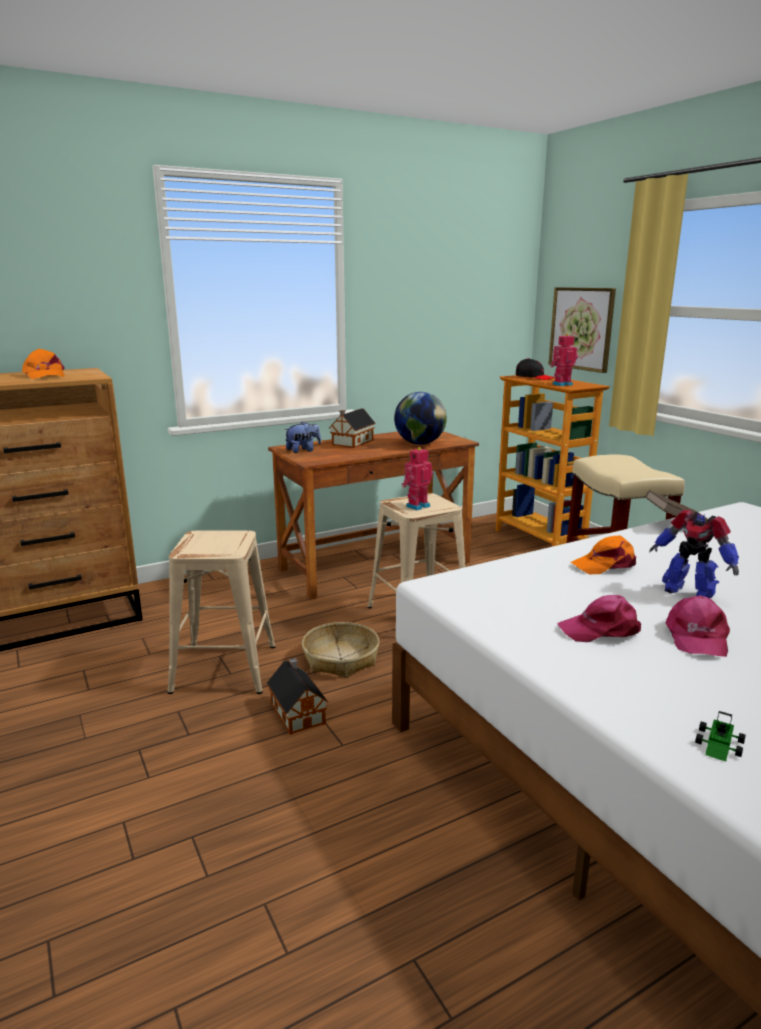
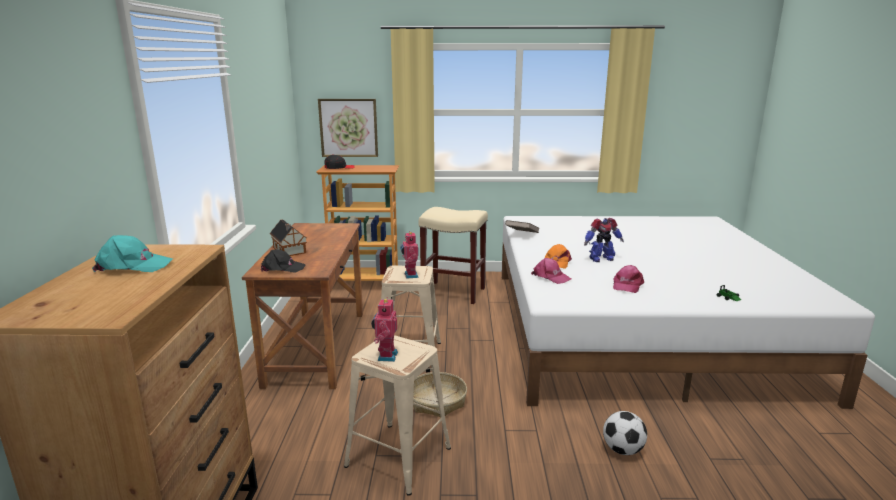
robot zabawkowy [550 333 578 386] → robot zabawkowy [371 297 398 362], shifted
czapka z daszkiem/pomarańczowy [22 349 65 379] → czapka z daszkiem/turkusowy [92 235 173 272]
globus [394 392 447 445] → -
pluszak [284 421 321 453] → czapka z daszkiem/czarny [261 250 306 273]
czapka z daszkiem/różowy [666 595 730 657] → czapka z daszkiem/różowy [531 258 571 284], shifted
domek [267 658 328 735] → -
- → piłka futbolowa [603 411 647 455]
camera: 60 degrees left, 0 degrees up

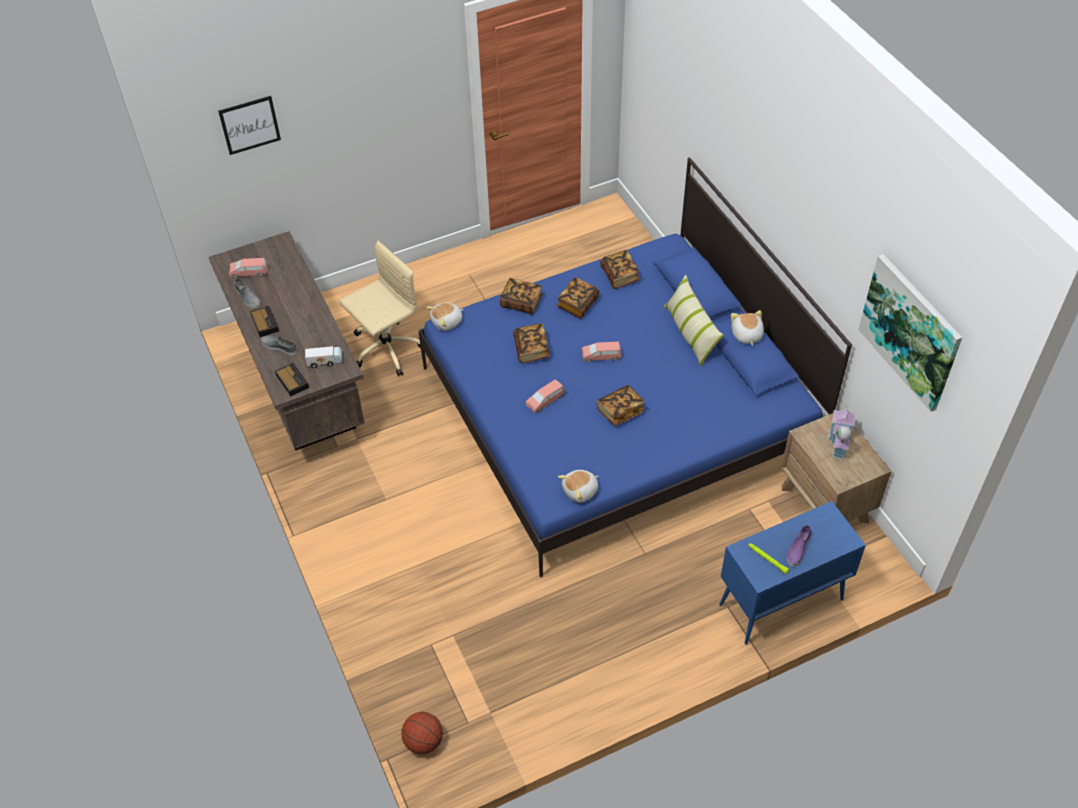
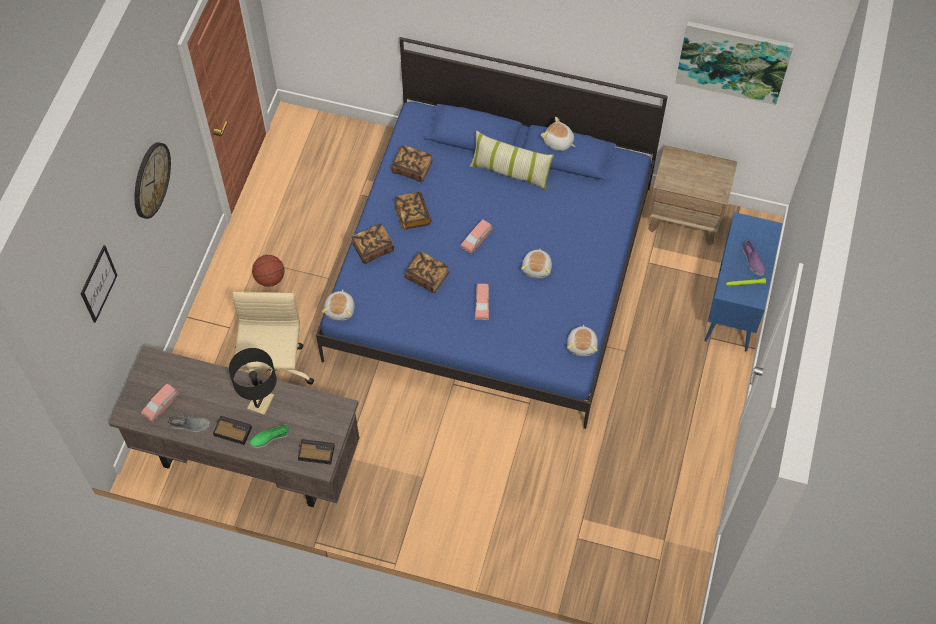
but/szary [261 336 297 355] → but/zielony [250 425 290 448]
ciężarówka zabawkowa [305 346 342 368] → -
książka [597 385 645 426] → pluszak [521 249 552 278]
domek [828 405 855 459] → -
piłka do koszykówki [401 712 443 754] → piłka do koszykówki [252 255 284 287], shifted
- → zegar ścienny [134 142 171 219]
- → lampa stołowa/czarny [229 348 277 416]
camera: 50 degrees left, 10 degrees up

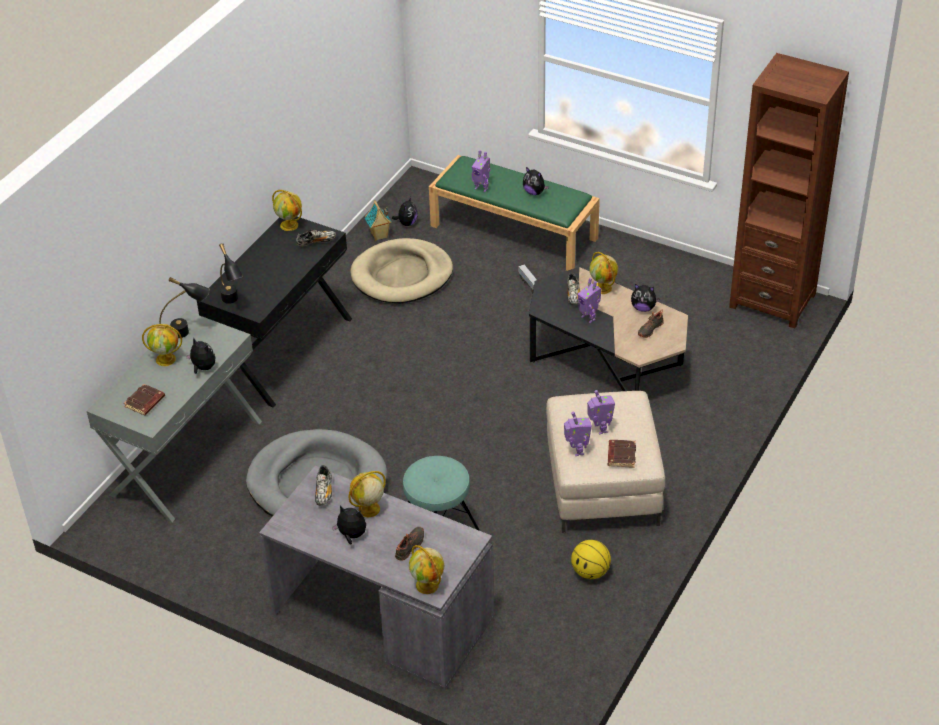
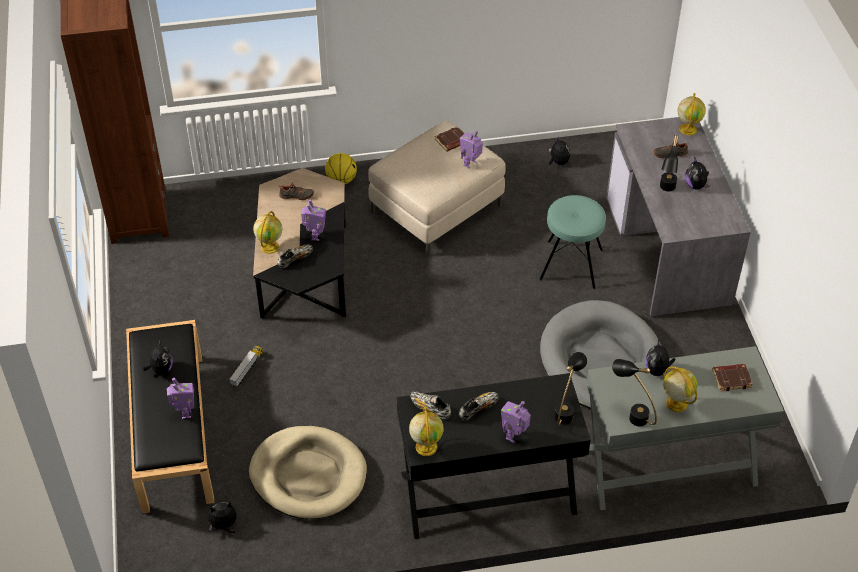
ławka/zielony [429 155 600 271] → ławka/czarny [126 320 214 513]
domek [365 200 392 241] → -
pluszak [631 284 660 312] → pluszak [549 136 570 165], shifted
robot zabawkowy [587 390 615 435] → robot zabawkowy [501 401 531 443], shifted
but [315 465 332 505] → but [459 392 499 420], shifted
globus [349 471 386 517] → lampa stołowa/czarny [660 135 679 191]
piłka do koszykówki [571 540 611 579] → piłka do koszykówki [325 153 357 184], shifted
camera: 130 degrees left, 5 degrees up

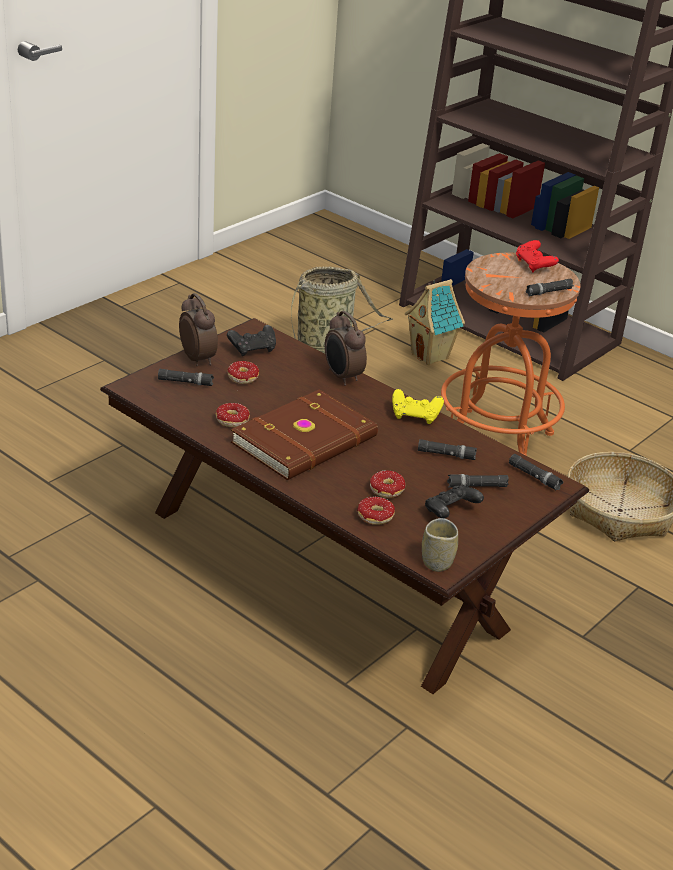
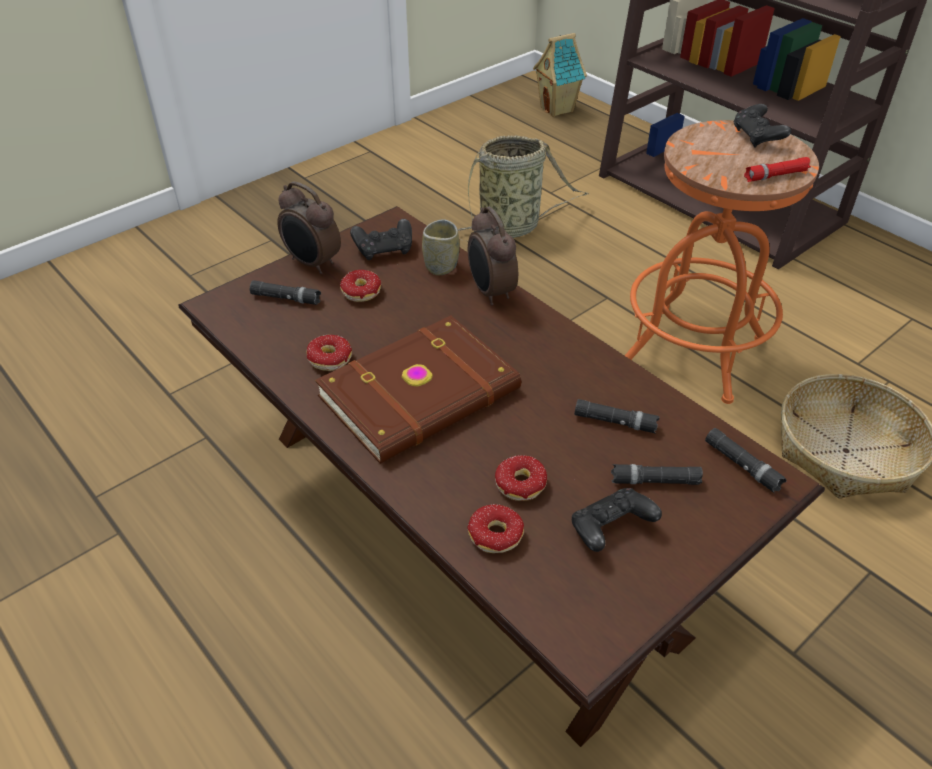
pad do gier/czerwony [516 240 559 272] → pad do gier/czarny [734 104 791 148]
domek [405 279 465 365] → domek [533 33 587 117], shifted
latarka/czarny [526 279 574 296] → latarka/czerwony [744 157 811 182]
budzik [179 293 218 366] → budzik [277 181 341 274], 150 degrees clockwise
pad do gier/żółty [392 389 444 424] → -
filiżanka [422 518 458 572] → filiżanka [422 219 460 275], shifted
camera: 10 degrees right, 10 degrees up

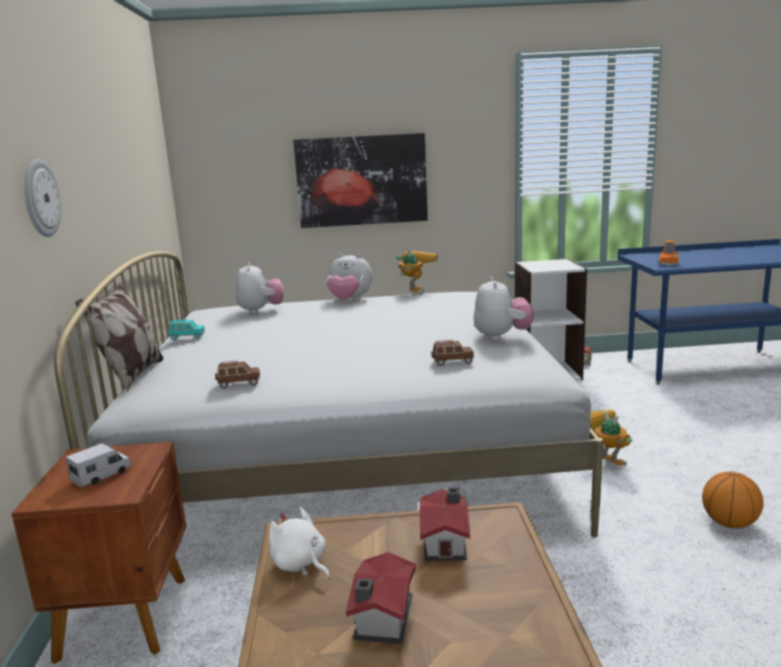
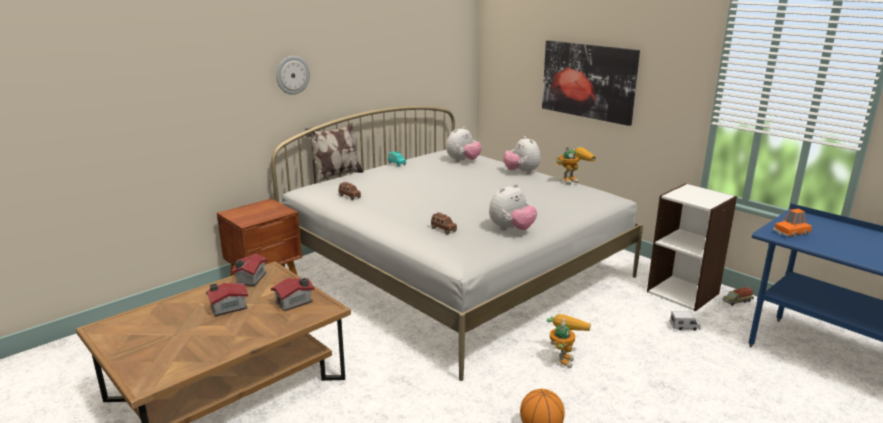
ciężarówka zabawkowa [65 443 132 488] → ciężarówka zabawkowa [670 311 701 331], shifted
pluszak/biały [269 507 330 579] → domek [231 254 268 286]
camera: 50 degrees right, 5 degrees up

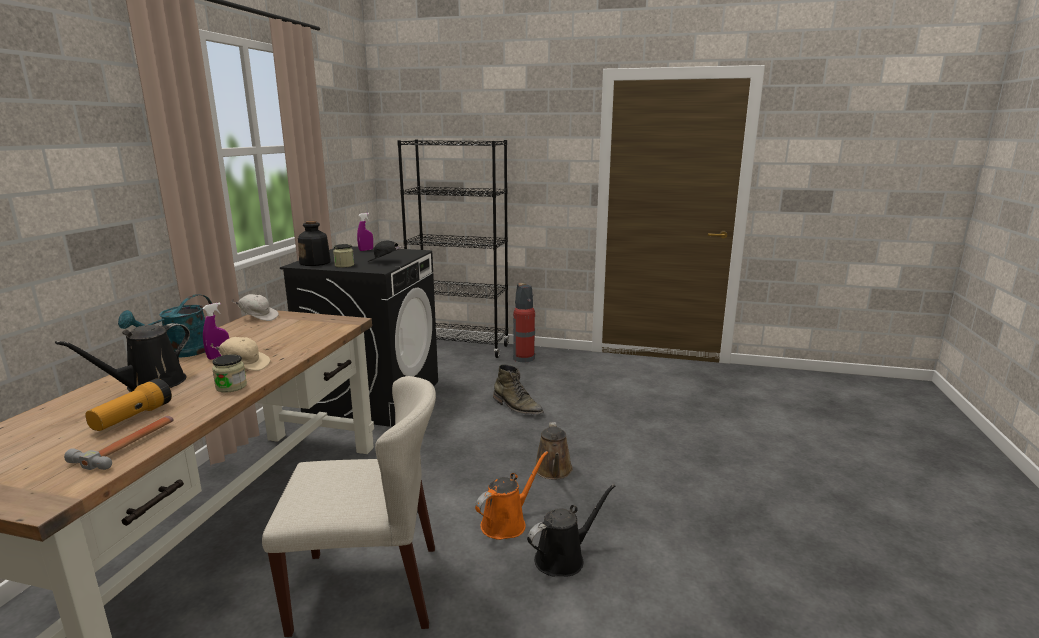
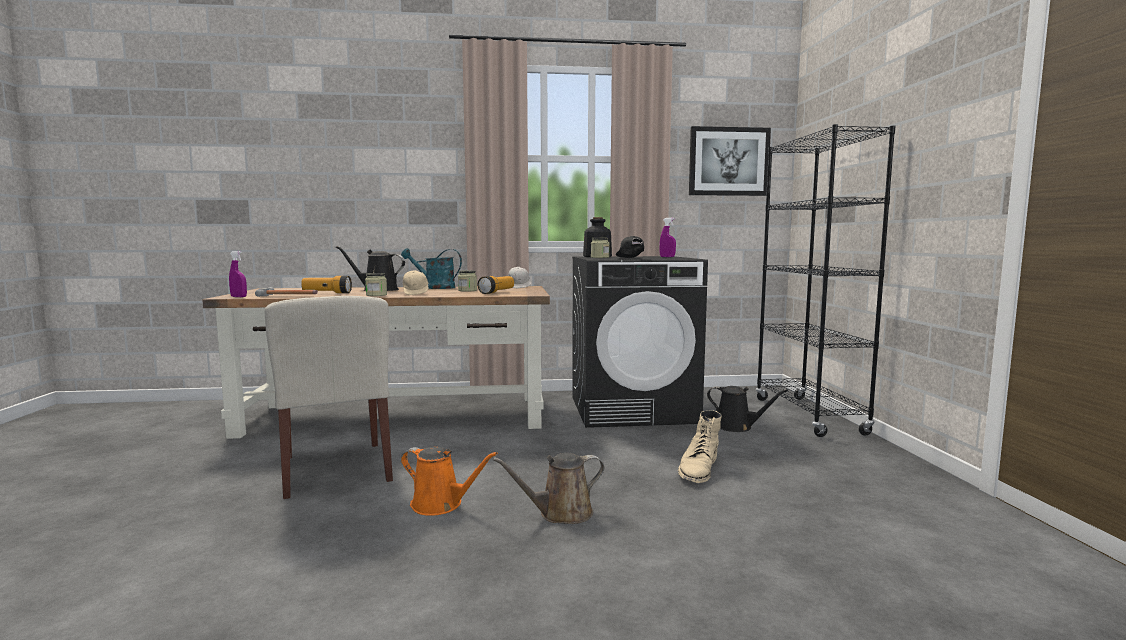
gaśnica [513 283 535 362] → -
spryskiwacz/fioletowy [202 303 229 360] → spryskiwacz/fioletowy [229 251 247 297], shifted
but z cholewką/zielony [493 364 544 415] → but z cholewką/beżowy [678 410 722 483]
konewka/czarny [527 484 615 577] → konewka/czarny [707 386 788 432], shifted
- → obraz [689 126 771 196]
- → słoik [458 270 477 292]
- → latarka [478 276 514 294]
camera: 70 degrees right, 10 degrees down

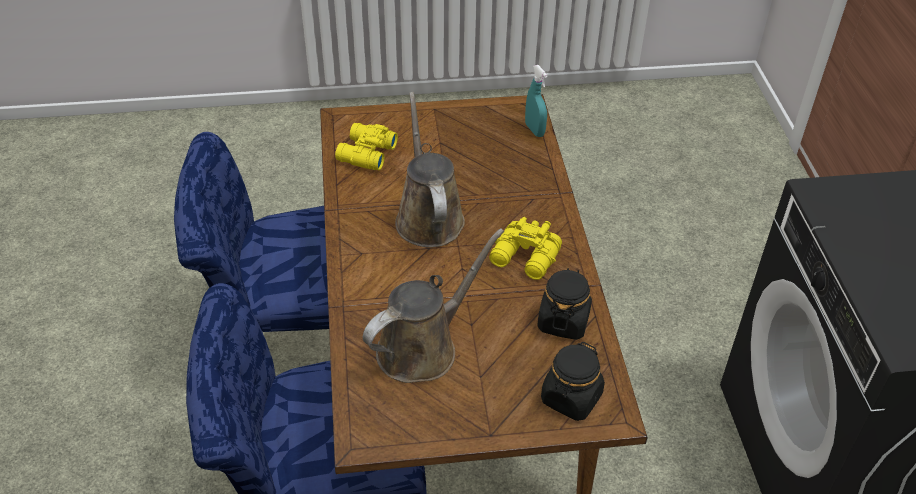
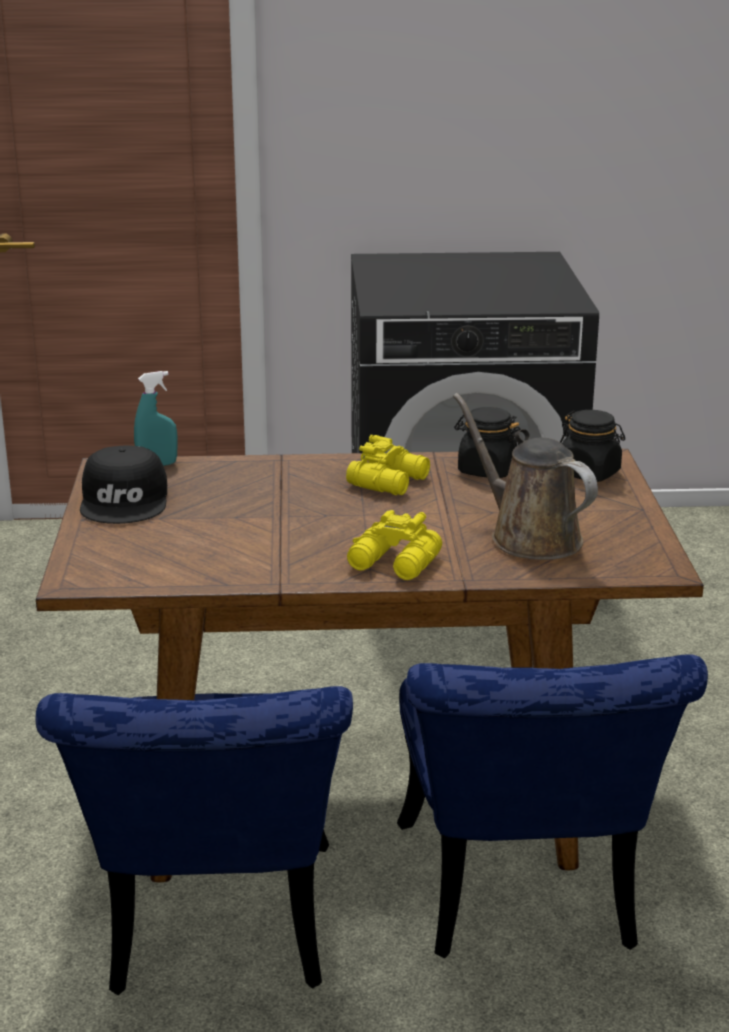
konewka/brązowy [395 92 465 247] → -
lornetka/żółty [335 123 398 170] → lornetka/żółty [347 510 442 580], shifted
- → czapka z daszkiem/czarny [80 446 167 524]
camera: 85 degrees left, 20 degrees down

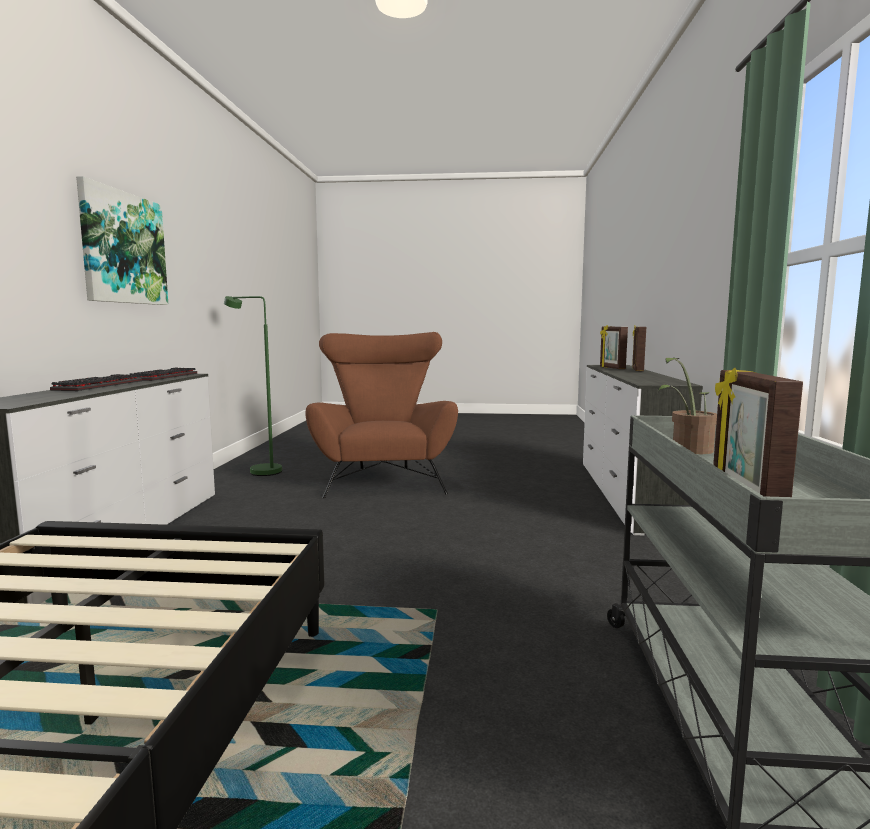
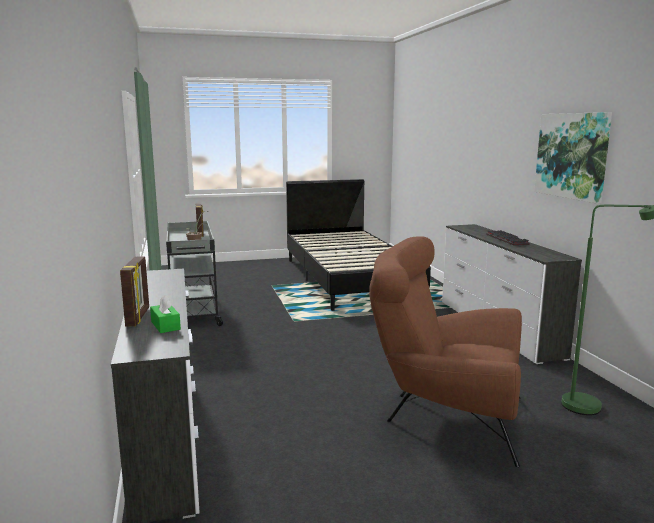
ramka na zdjęcie [600 325 628 369] → pudełko chusteczek/zielony [150 295 181 333]
fotel/brązowy [305 332 458 498] → fotel/brązowy [369 236 522 467], 135 degrees clockwise
klawiatura [129 368 197 381] → -
camera: 160 degrees right, 5 degrees up

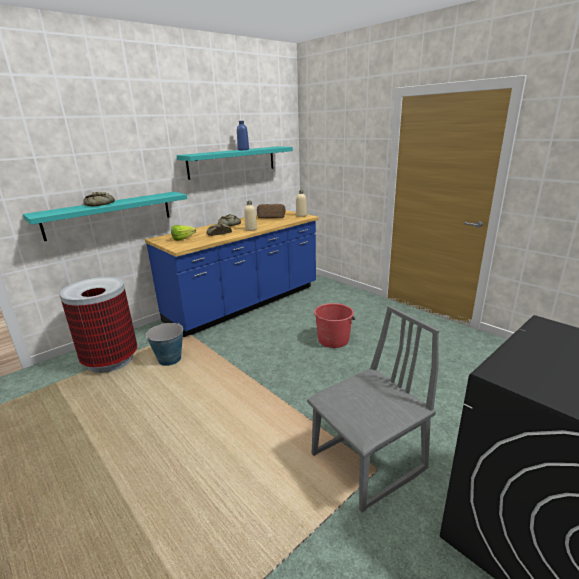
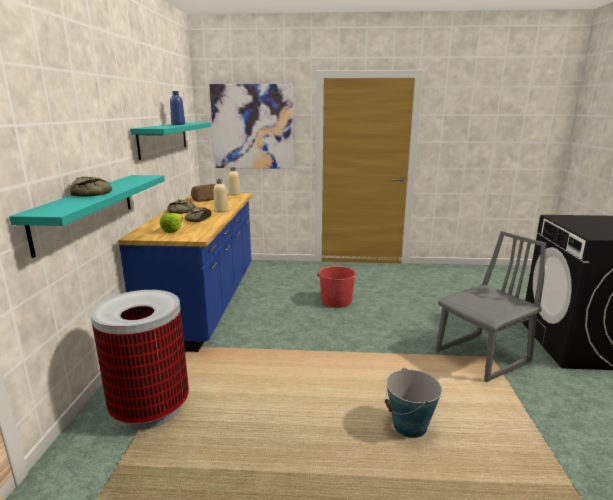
krzesło/szary [307 306 439 512] → krzesło/szary [436 231 546 382], 45 degrees clockwise
wiadro [146 323 183 366] → wiadro [385 368 442 438], shifted
- → obraz [210 84 294 169]
camera: 45 degrees left, 5 degrees down

